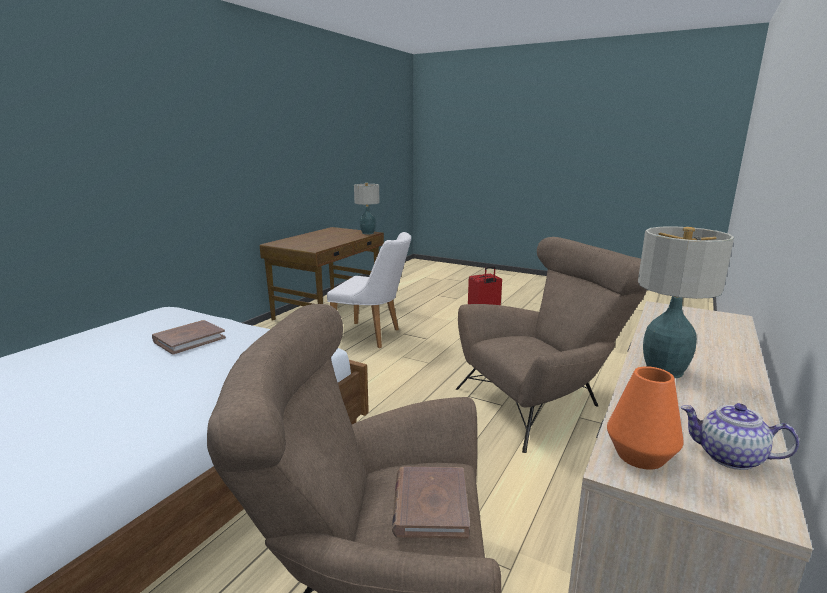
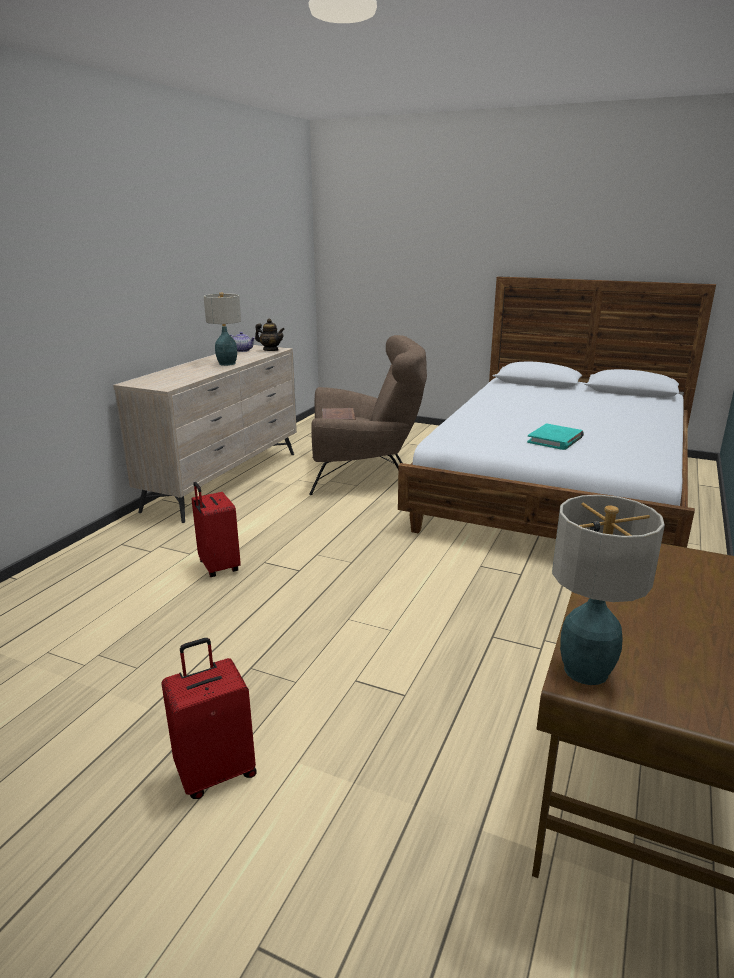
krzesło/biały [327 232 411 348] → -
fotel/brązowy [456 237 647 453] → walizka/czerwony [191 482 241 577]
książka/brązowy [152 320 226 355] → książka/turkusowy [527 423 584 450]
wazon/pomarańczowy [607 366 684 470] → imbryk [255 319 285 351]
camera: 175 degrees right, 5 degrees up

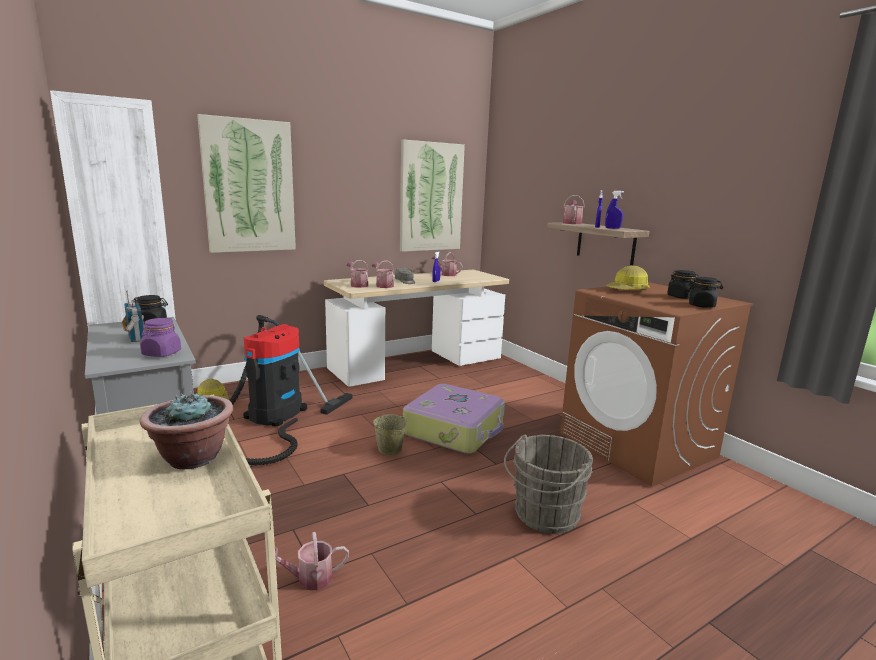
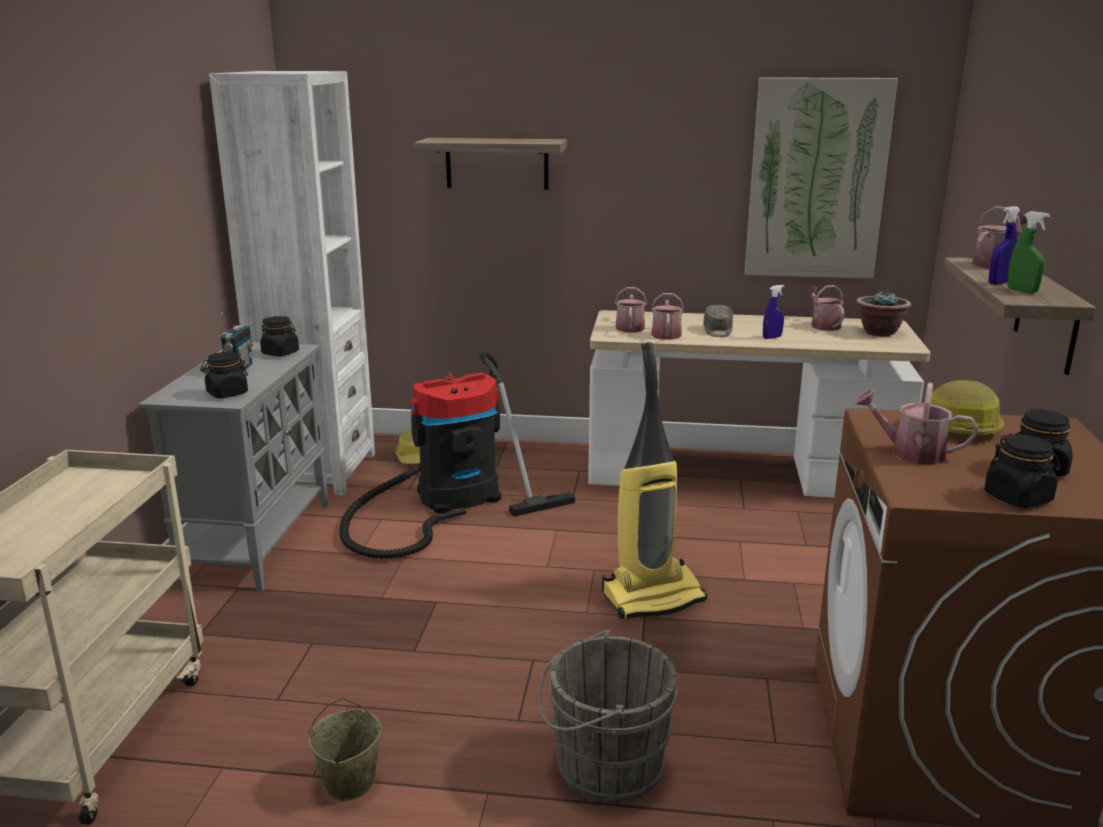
obraz [197 114 296 253] → półka [414 138 567 190]
spryskiwacz/niebieski [605 191 624 229] → spryskiwacz/zielony [1007 211 1050 293]
słoik/fioletowy [140 318 181 357] → słoik/czarny [200 352 248 398]
walizka [403 384 505 454] → odkurzacz [602 342 707 619]
roślina doniczkowa [139 391 233 470] → roślina doniczkowa [856 290 911 336], shifted
wiadro/beżowy [373 403 407 455] → wiadro/beżowy [309 698 382 801], shifted
konewka [266 532 349 590] → konewka [854 382 978 464], shifted
camera: 40 degrees right, 5 degrees up

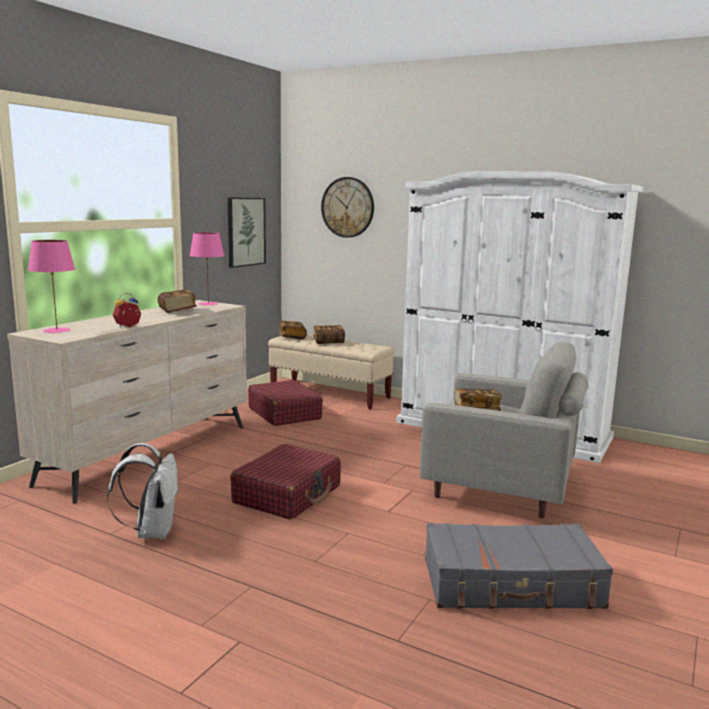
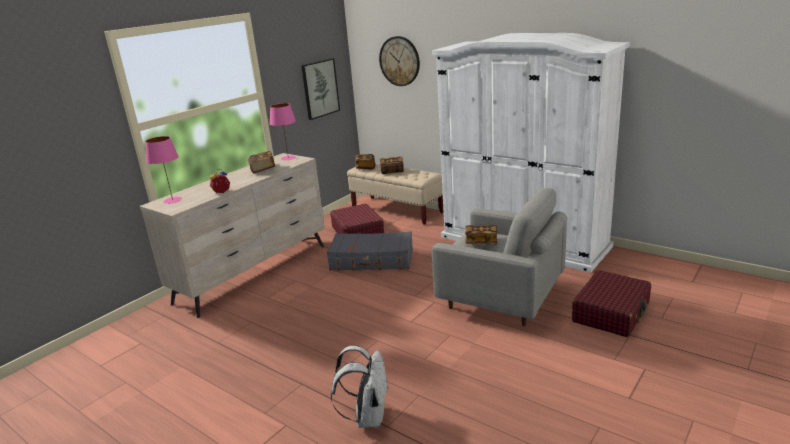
plecak/biały [107 443 178 539] → plecak/biały [331 346 389 428], shifted
walizka/czerwony [230 444 341 520] → walizka/czerwony [572 270 651 337], shifted
walizka/szary [425 523 613 609] → walizka/szary [327 232 413 271], shifted
camera: 10 degrees right, 10 degrees up

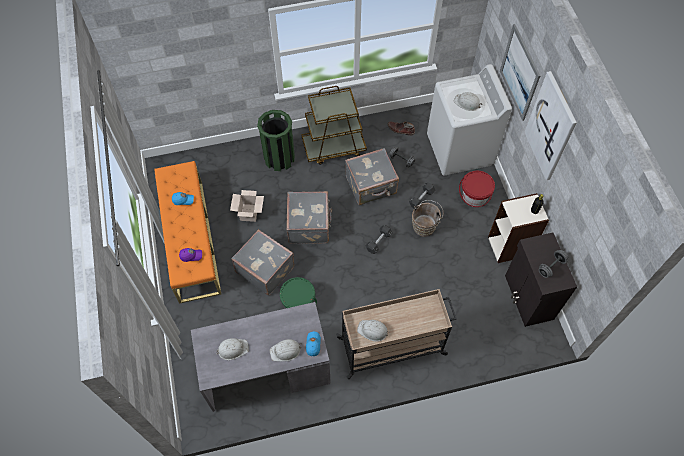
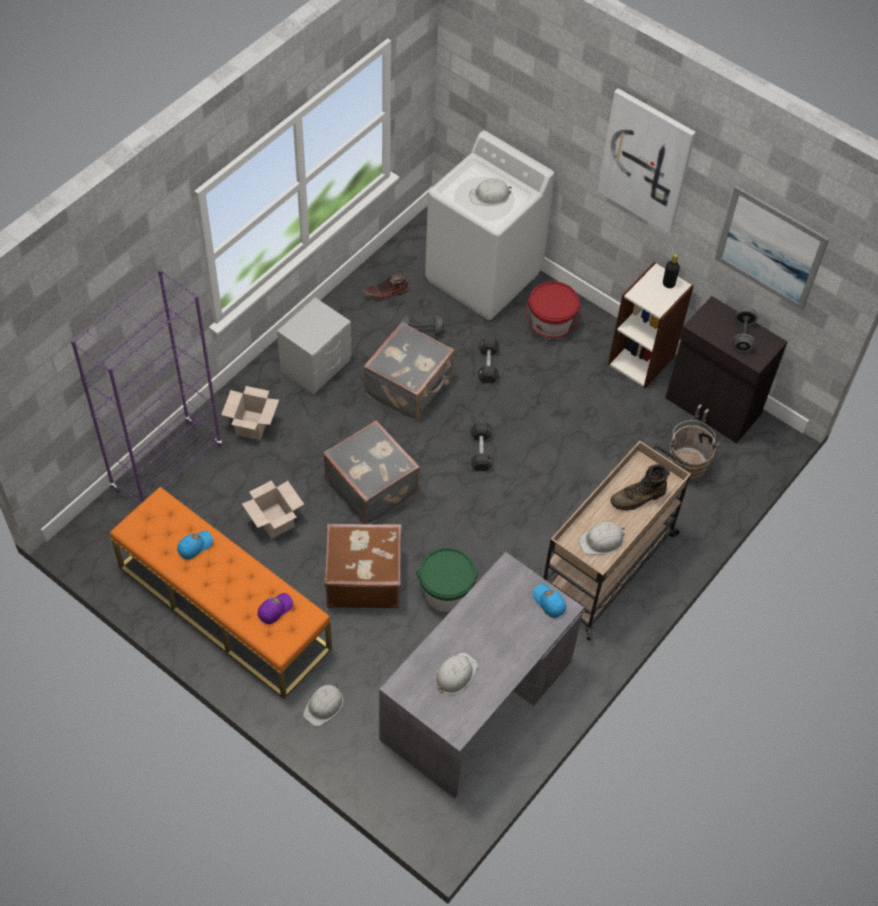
obraz [500 24 540 121] → obraz [715 186 829 311], shifted
wózek/brązowy [301 86 367 165] → szafka nocna/szary [277 297 352 394]
kosz na śmieci/zielony [257 110 295 171] → karton [221 386 279 440]
wiadro/brązowy [412 200 443 237] → wiadro/brązowy [669 420 719 482], shifted
walizka/szary [231 229 294 296] → walizka/brązowy [324 523 402 608]
kask/biały [270 339 302 362] → kask/biały [303 684 344 726], shifted
- → regał/fioletowy [71 269 222 504]
- → but z cholewką/brązowy [610 464 670 511]
camera: 40 degrees left, 5 degrees down

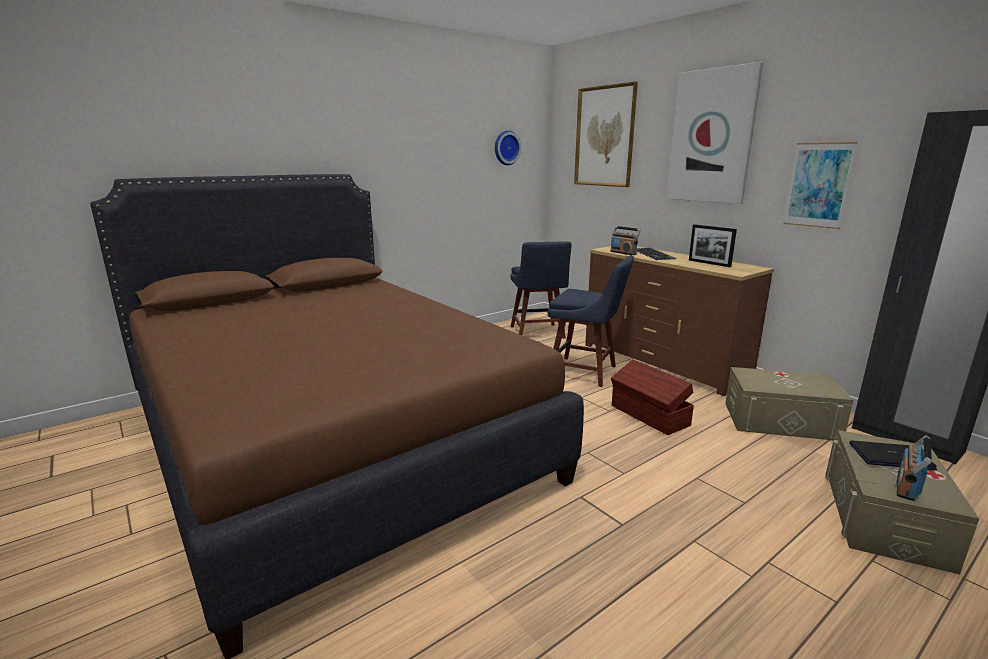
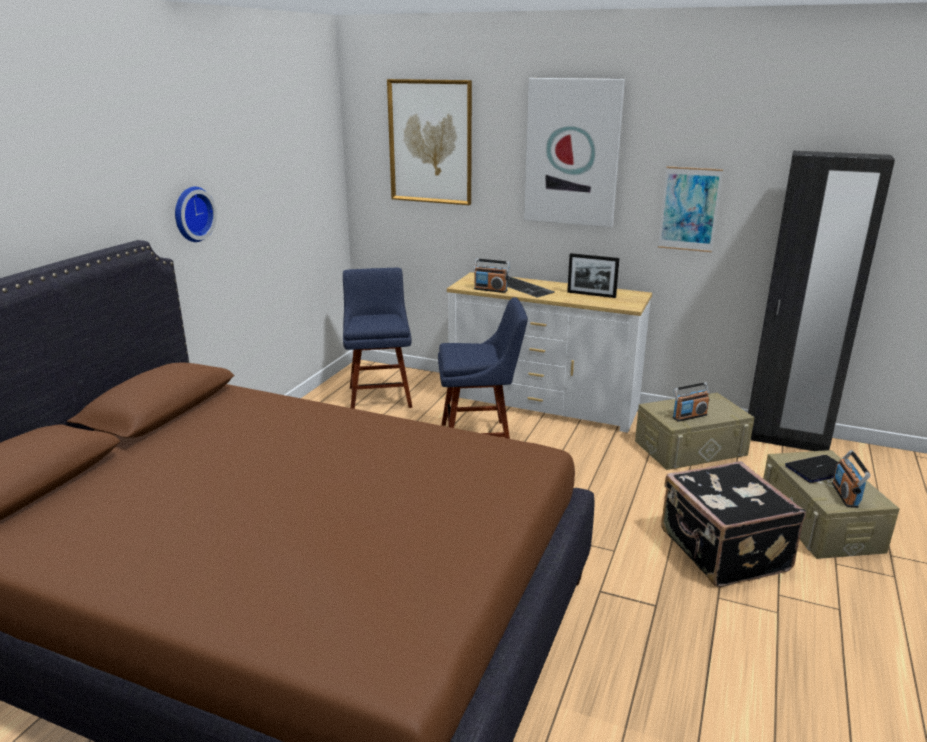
zegar ścienny [495 130 521 165] → zegar ścienny [175 187 217 242], shifted
krzesło/niebieski [510 241 572 339] → krzesło/niebieski [343 268 413 409], 150 degrees counterclockwise
komoda/brązowy [585 246 774 396] → komoda/biały [447 272 652 433]
pojemnik do przechowywania/brązowy [611 359 694 435] → -
- → radio [673 382 710 422]
- → walizka/czarny [661 461 806 587]
camera: 30 degrees left, 5 degrees up

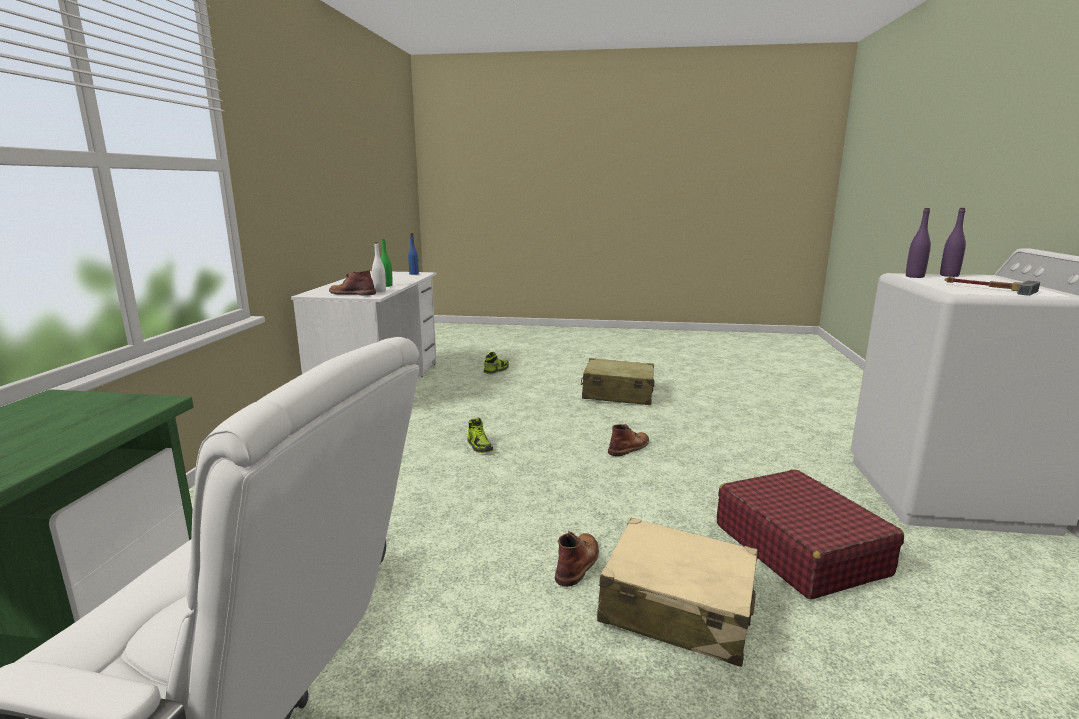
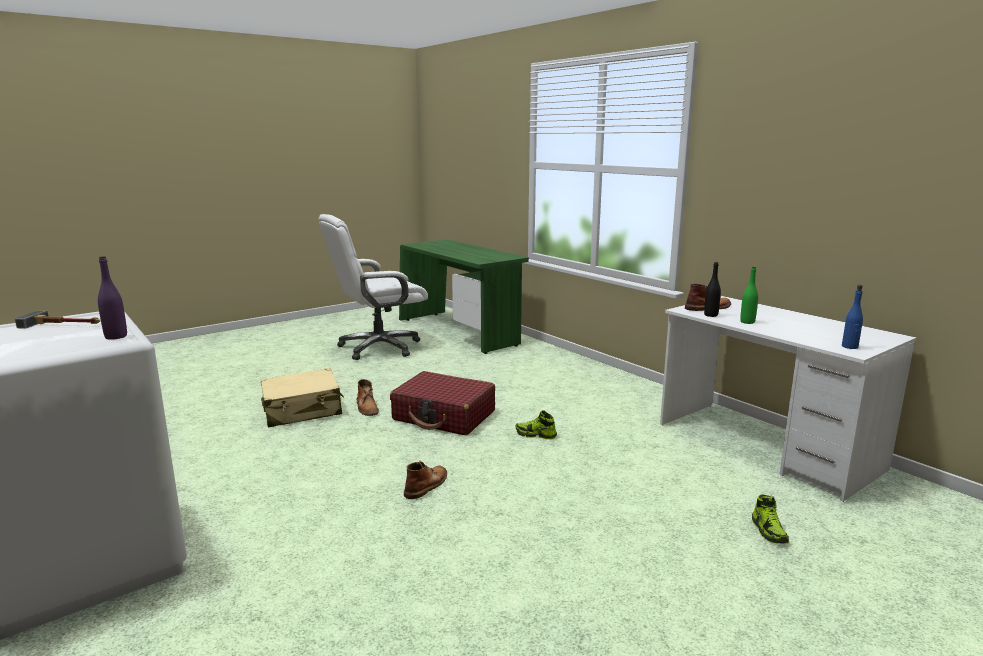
butelka/fioletowy [940 208 966 277] → -
butelka/biały [372 242 386 292] → butelka/czarny [704 262 721 317]
walizka/beżowy [581 358 654 405] → -
but z cholewką/brązowy [608 424 649 456] → but z cholewką/brązowy [404 461 447 499], 150 degrees counterclockwise
walizka/czerwony [717 469 904 599] → walizka/czerwony [390 371 495 436], shifted
camera: 135 degrees right, 0 degrees up

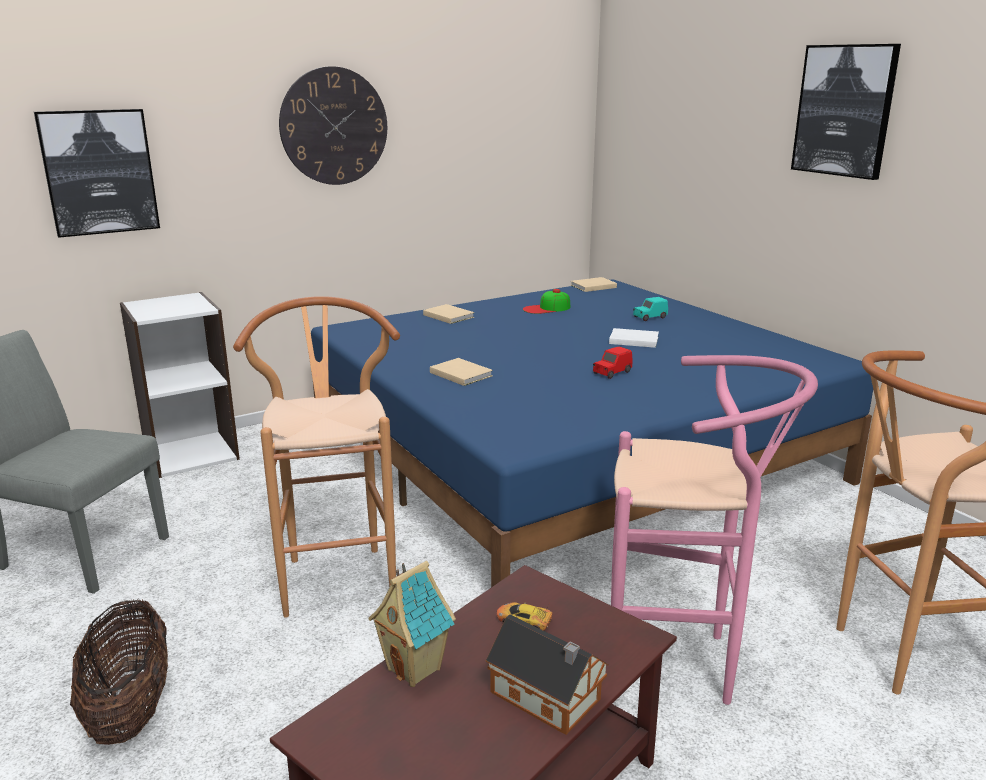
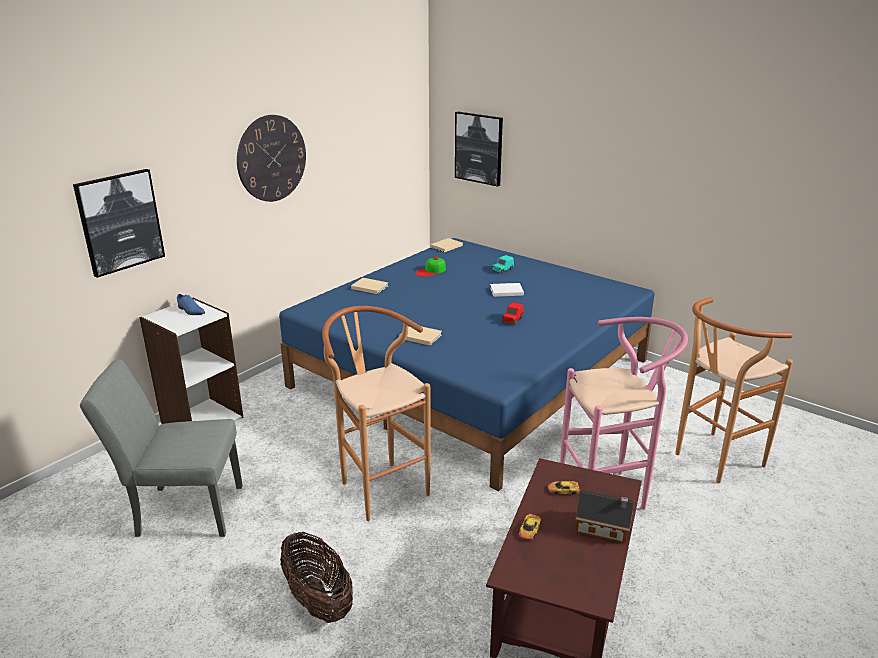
obraz [791 44 901 180] → obraz [455 112 503 187], shifted
domek [368 561 456 687] → samochodzik [519 504 542 540]
- → but/niebieski [177 294 205 315]
camera: 20 degrees left, 5 degrees up

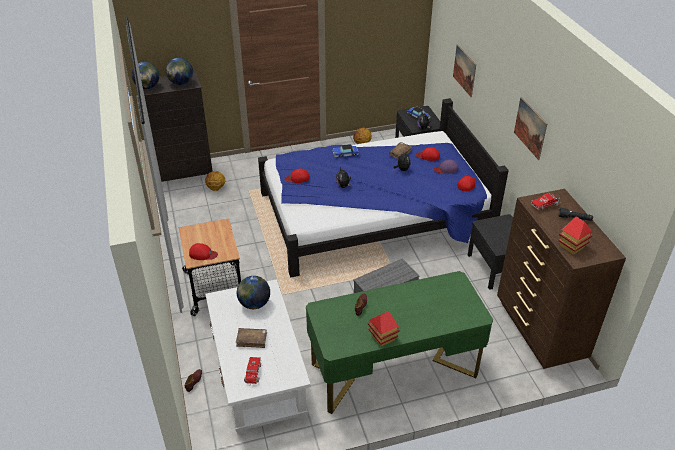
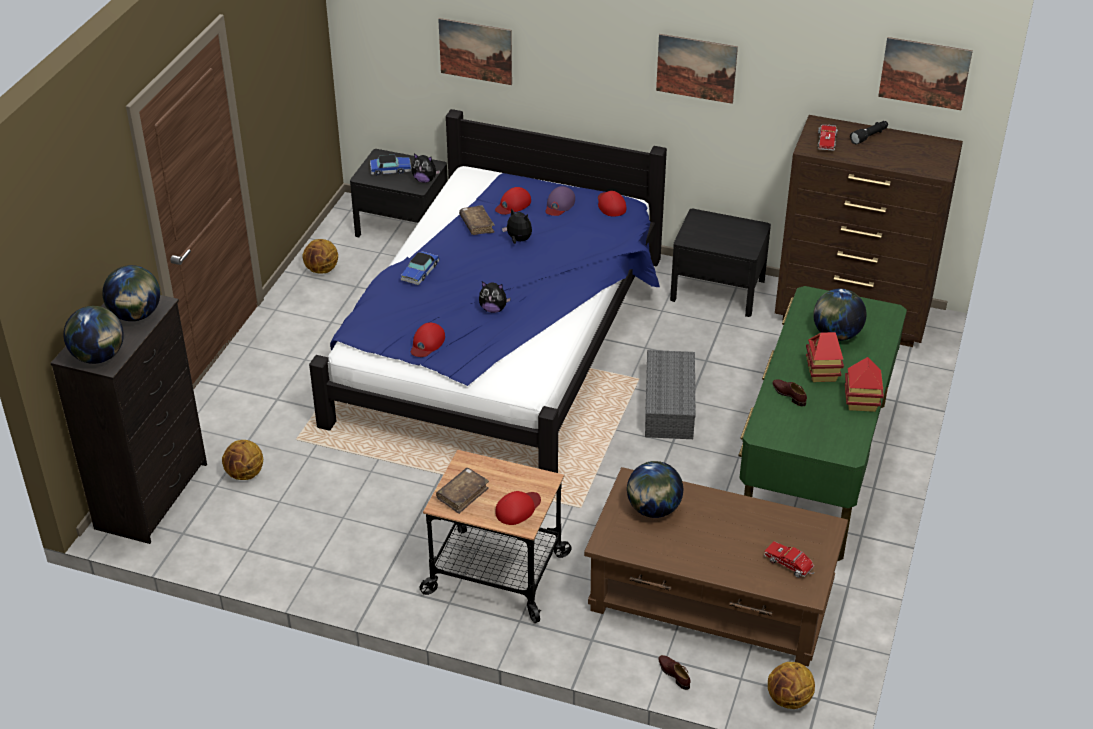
domek [558 216 593 255] → domek [806 332 844 382], shifted
ława/biały [205 279 311 434] → ława/brązowy [584 467 848 667]
książka/brązowy [236 328 267 348] → książka/brązowy [436 468 489 514], shifted
- → obraz [878 37 973 110]
- → globus [813 289 866 341]
- → piłka do koszykówki [768 662 815 709]
camera: 55 degrees left, 0 degrees up

